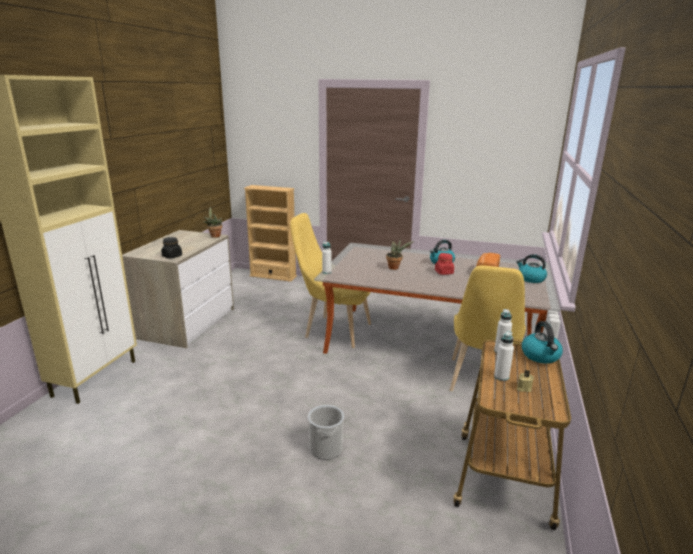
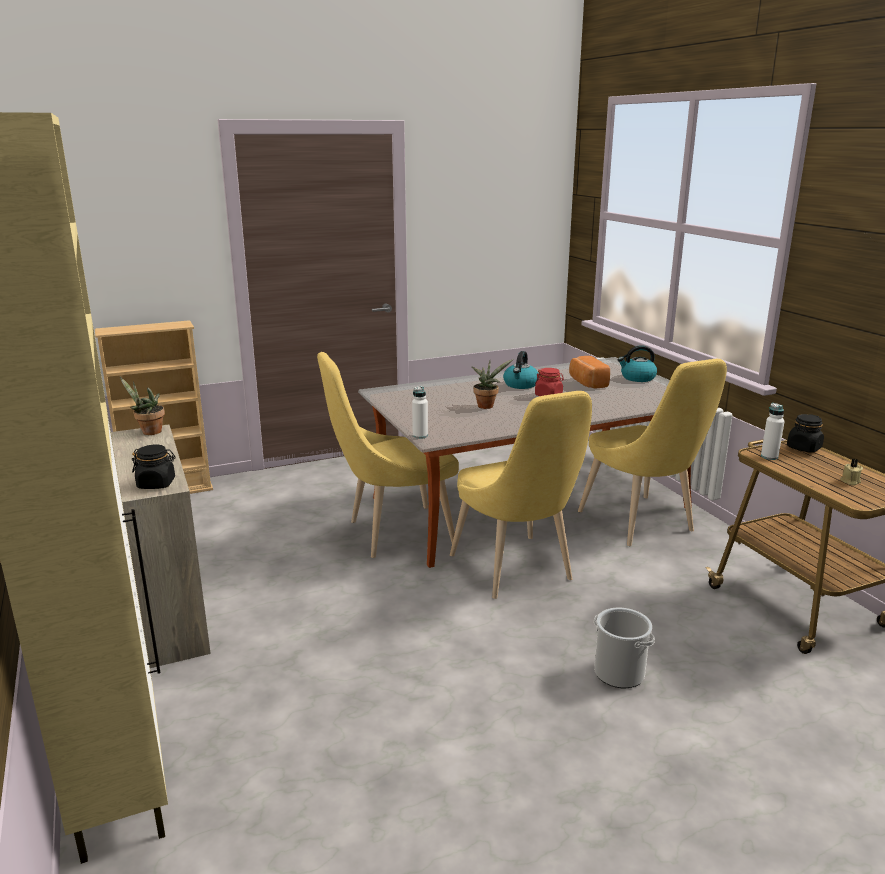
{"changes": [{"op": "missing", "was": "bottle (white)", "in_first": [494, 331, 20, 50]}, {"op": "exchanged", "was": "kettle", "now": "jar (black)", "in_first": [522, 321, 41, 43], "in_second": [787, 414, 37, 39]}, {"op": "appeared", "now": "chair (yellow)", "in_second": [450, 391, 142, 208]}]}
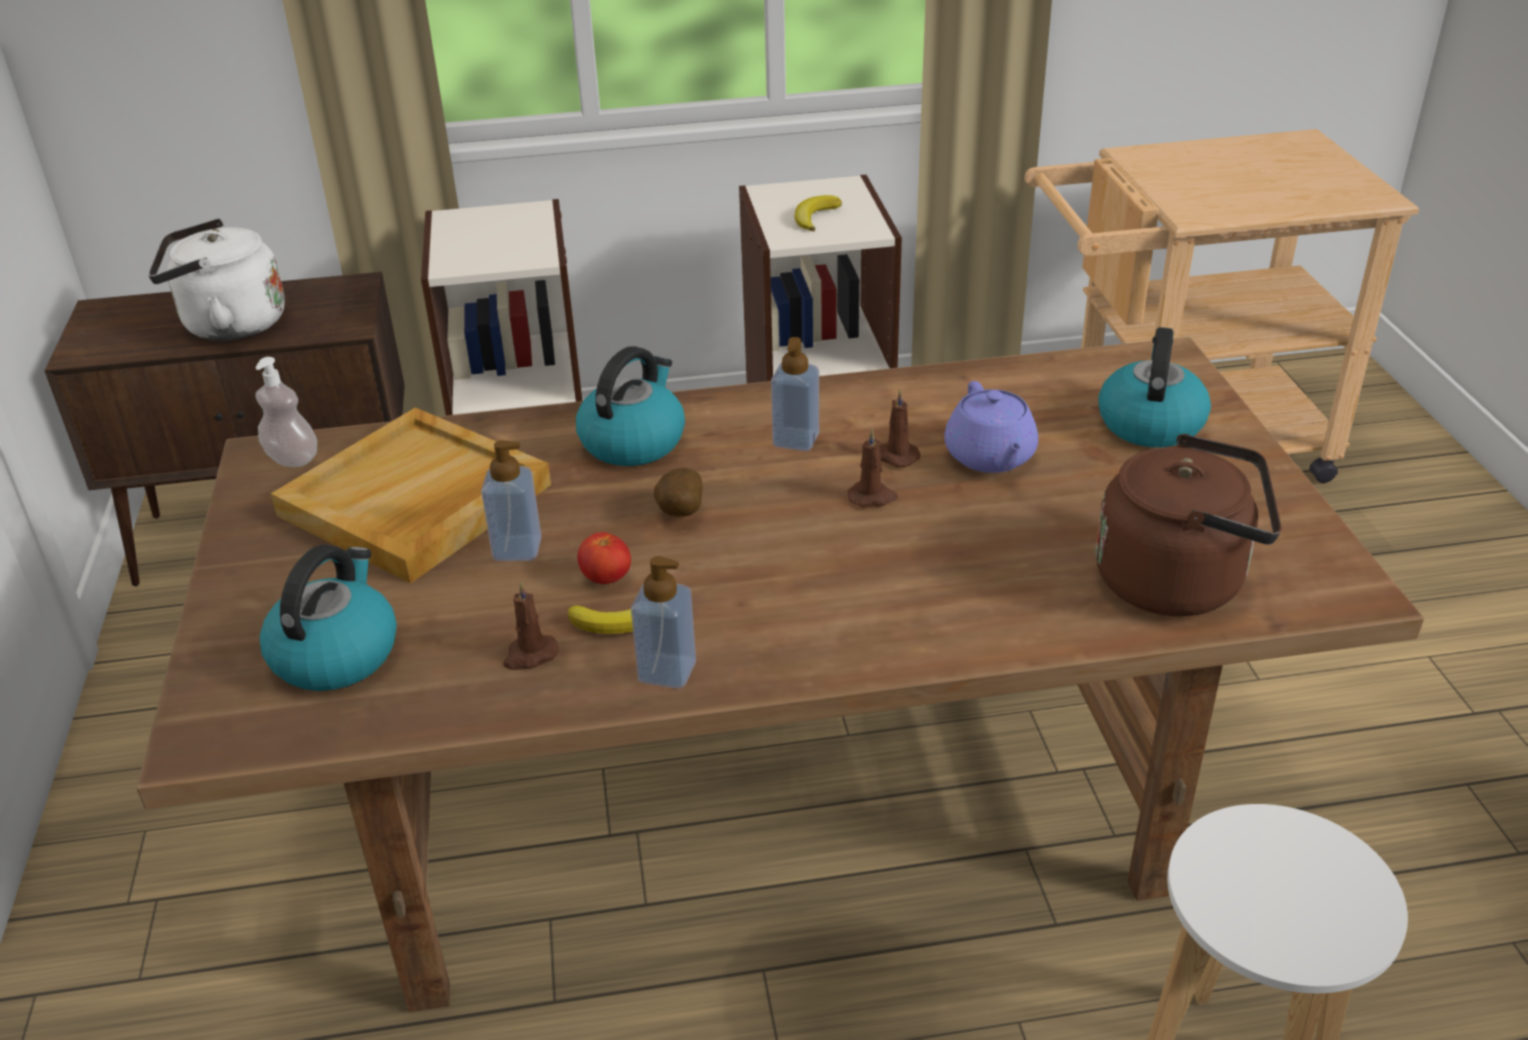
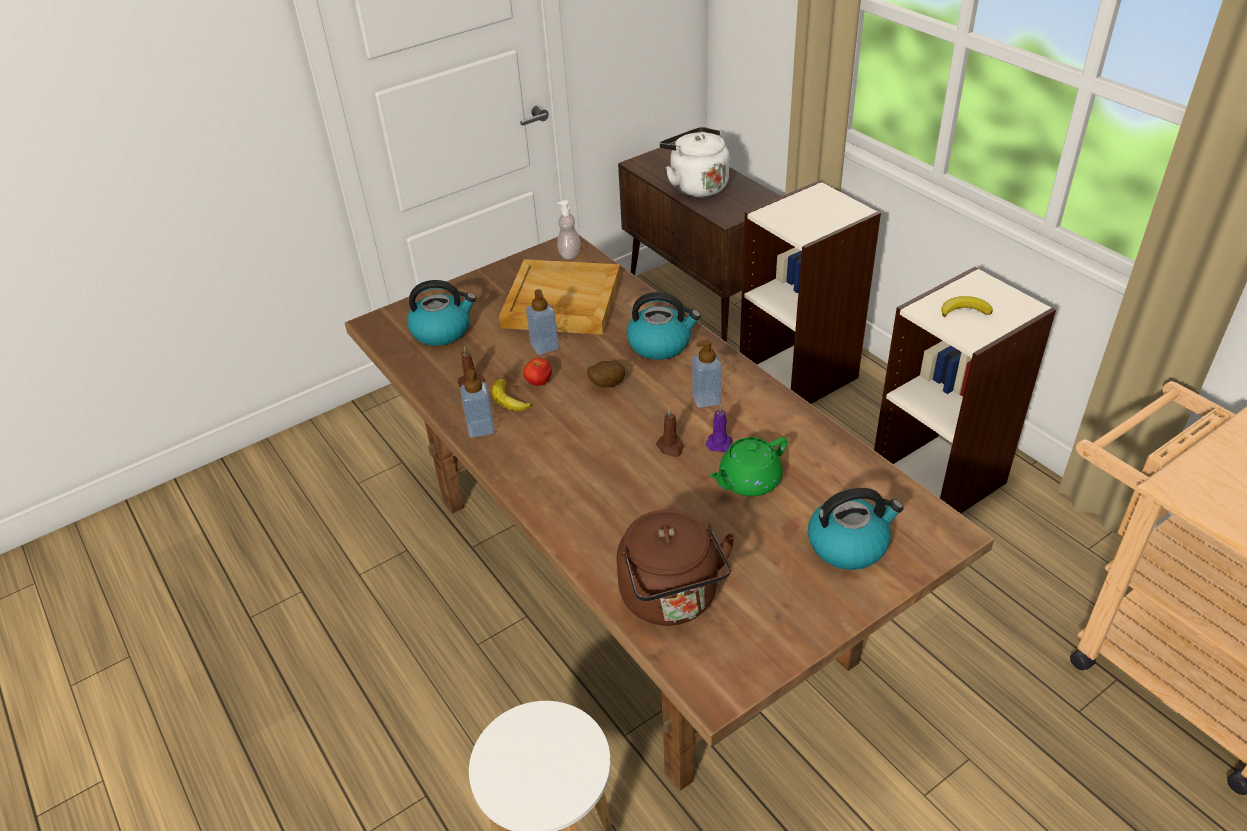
{"changes": [{"op": "colour", "was": "candle (brown)", "now": "candle (purple)", "in_first": [880, 390, 40, 77], "in_second": [706, 405, 26, 47]}, {"op": "colour", "was": "teapot (purple)", "now": "teapot (green)", "in_first": [944, 381, 94, 92], "in_second": [709, 437, 79, 59]}]}
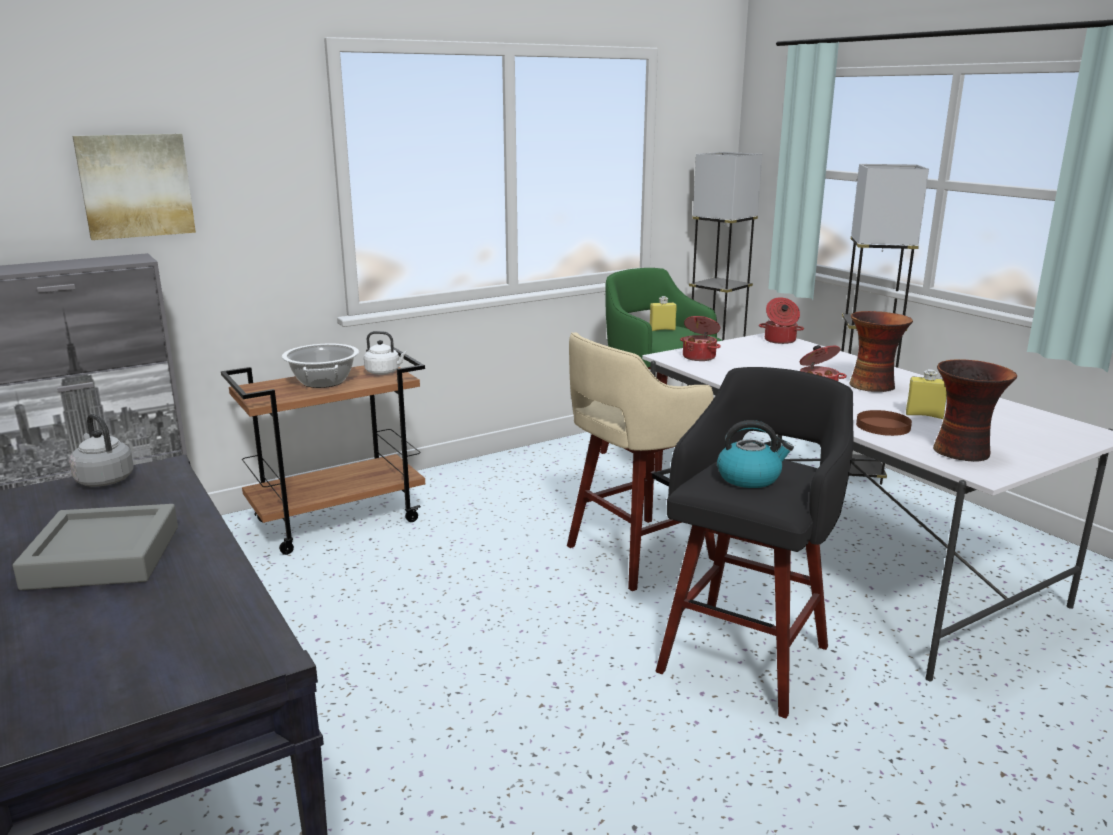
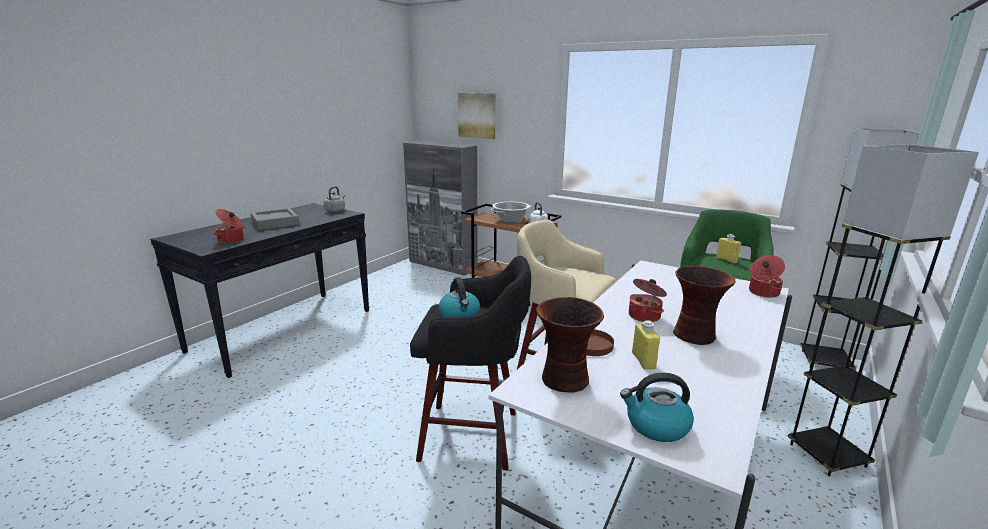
{"changes": [{"op": "relocated", "was": "cooking pot", "in_first": [680, 316, 41, 45], "in_second": [213, 209, 32, 34]}, {"op": "appeared", "now": "kettle", "in_second": [620, 373, 74, 69]}]}
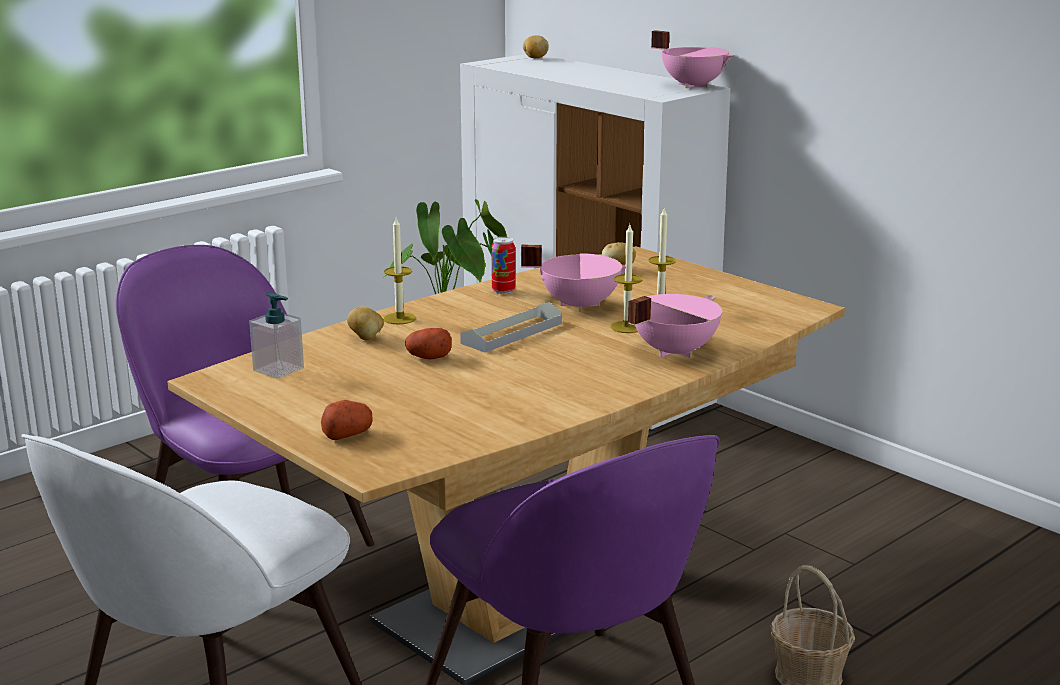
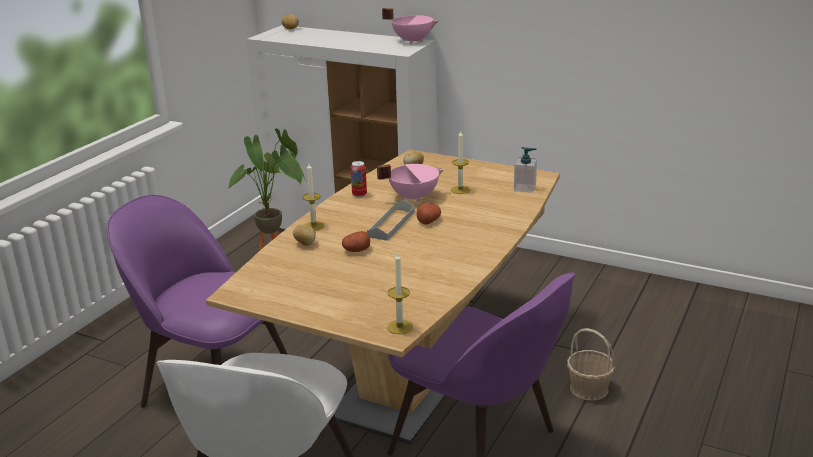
{"changes": [{"op": "relocated", "was": "soap dispenser", "in_first": [249, 292, 55, 87], "in_second": [514, 147, 23, 46]}, {"op": "relocated", "was": "potato", "in_first": [321, 400, 52, 40], "in_second": [417, 203, 24, 22]}, {"op": "relocated", "was": "candle", "in_first": [611, 225, 32, 108], "in_second": [387, 252, 26, 82]}, {"op": "missing", "was": "cooking pot (pink)", "in_first": [628, 294, 94, 64]}]}
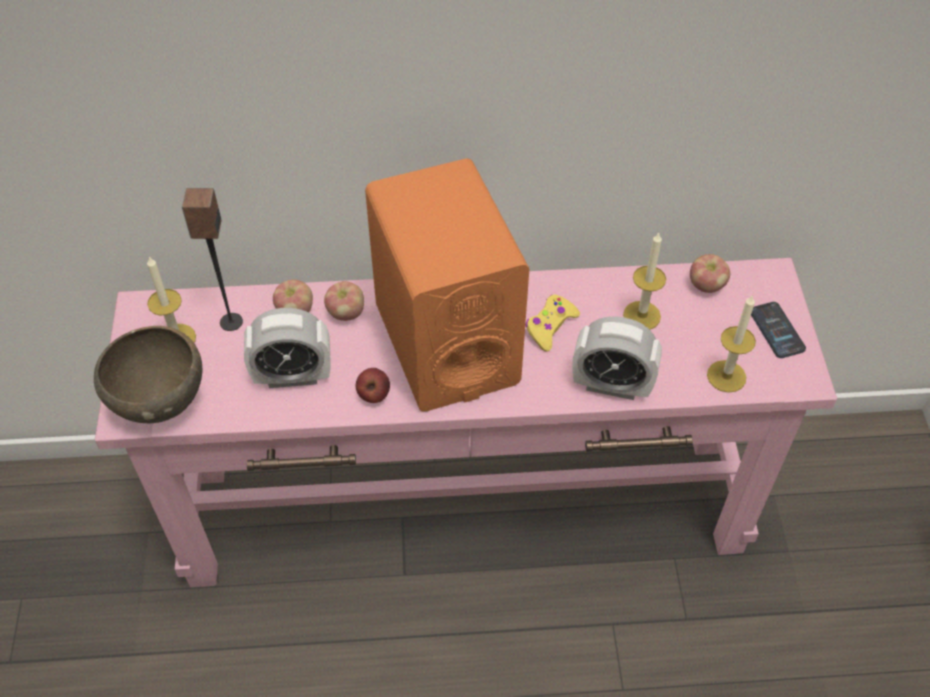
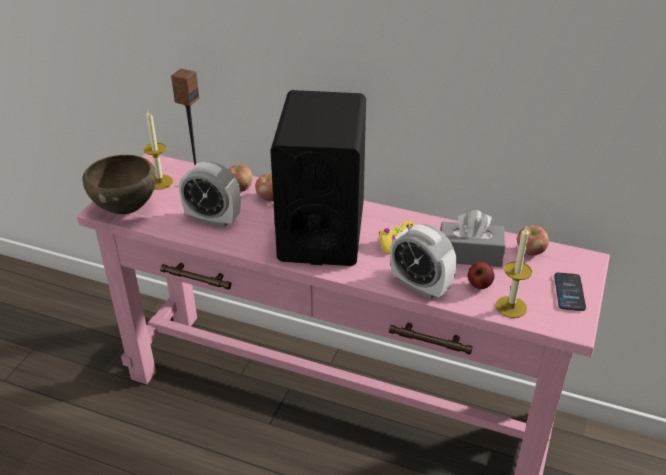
{"changes": [{"op": "relocated", "was": "apple", "in_first": [356, 368, 34, 35], "in_second": [468, 262, 27, 27]}, {"op": "colour", "was": "speaker (orange)", "now": "speaker (black)", "in_first": [365, 158, 165, 254], "in_second": [270, 90, 96, 176]}, {"op": "exchanged", "was": "candle", "now": "tissue box (grey)", "in_first": [623, 233, 43, 96], "in_second": [440, 210, 65, 57]}]}
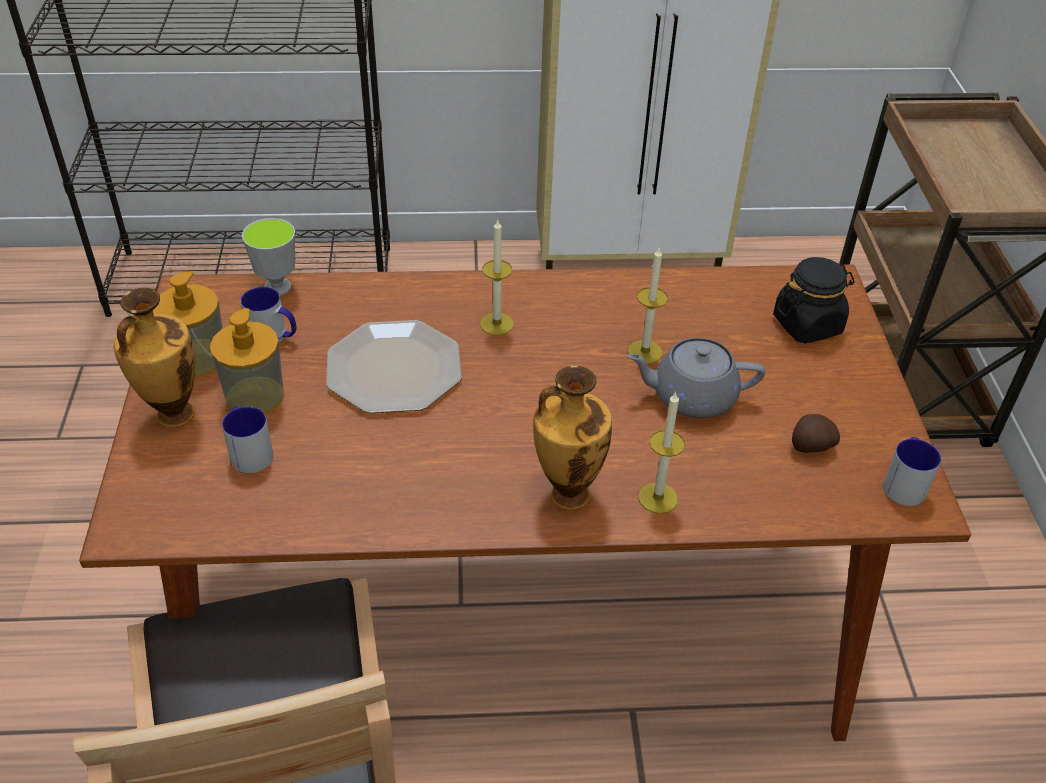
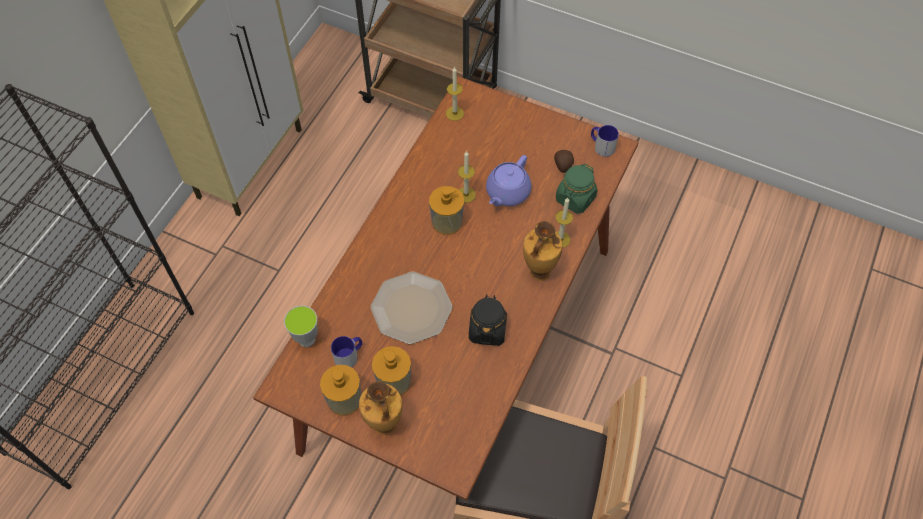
{"changes": [{"op": "missing", "was": "mug", "in_first": [222, 406, 51, 67]}, {"op": "relocated", "was": "candle", "in_first": [480, 220, 34, 115], "in_second": [446, 67, 18, 54]}, {"op": "colour", "was": "teapot (grey)", "now": "teapot (purple)", "in_first": [627, 338, 138, 80], "in_second": [486, 155, 45, 51]}, {"op": "relocated", "was": "jar (black)", "in_first": [773, 257, 82, 86], "in_second": [469, 294, 38, 52]}, {"op": "appeared", "now": "soap dispenser", "in_second": [429, 186, 35, 49]}, {"op": "appeared", "now": "jar (green)", "in_second": [556, 164, 41, 50]}]}
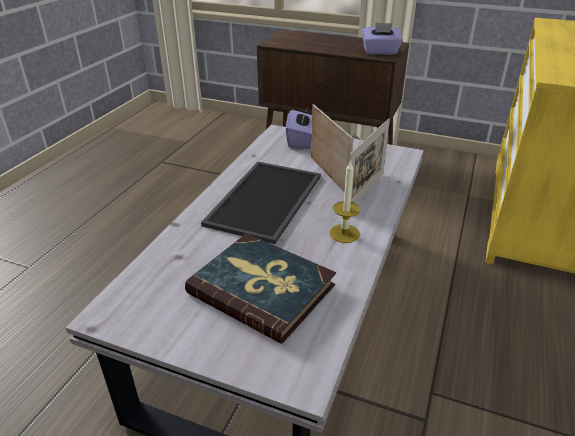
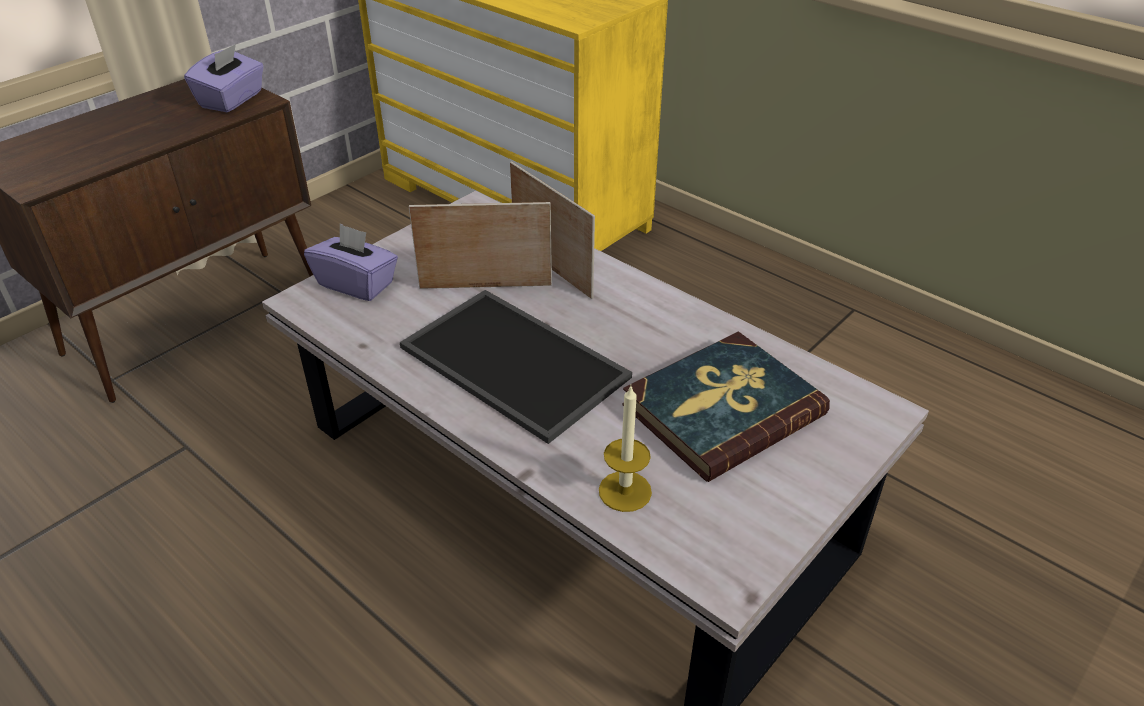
{"changes": [{"op": "relocated", "was": "candle", "in_first": [329, 160, 31, 83], "in_second": [599, 386, 53, 126]}]}
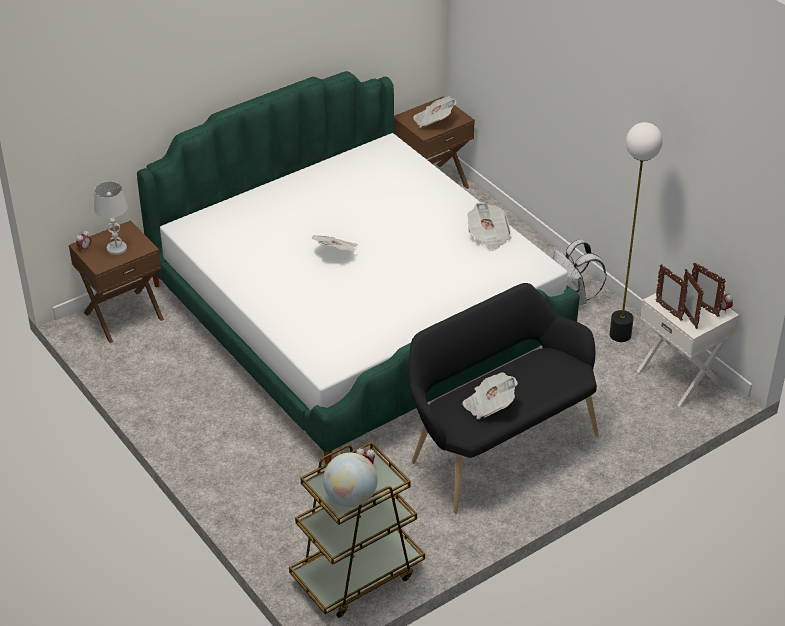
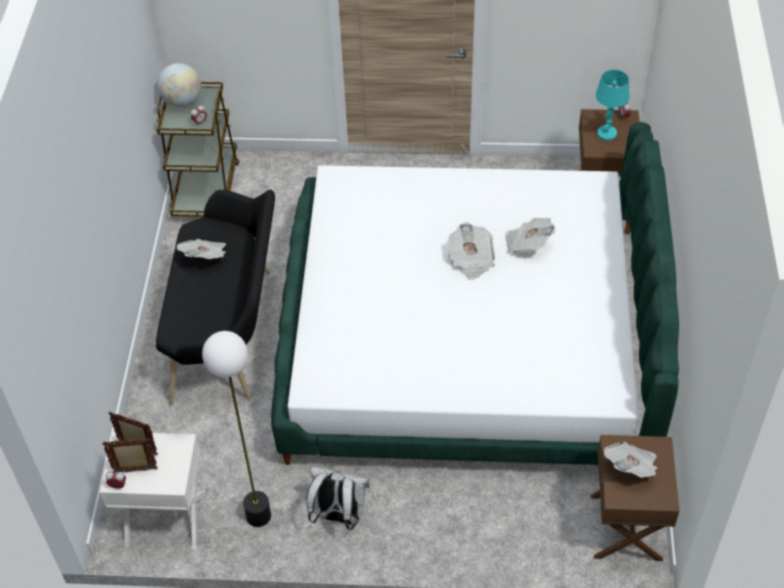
{"changes": [{"op": "colour", "was": "table lamp (white)", "now": "table lamp (turquoise)", "in_first": [94, 182, 34, 73], "in_second": [596, 70, 33, 71]}, {"op": "relocated", "was": "newspaper", "in_first": [467, 202, 44, 49], "in_second": [505, 218, 50, 35]}, {"op": "missing", "was": "picture frame", "in_first": [655, 264, 33, 57]}]}
